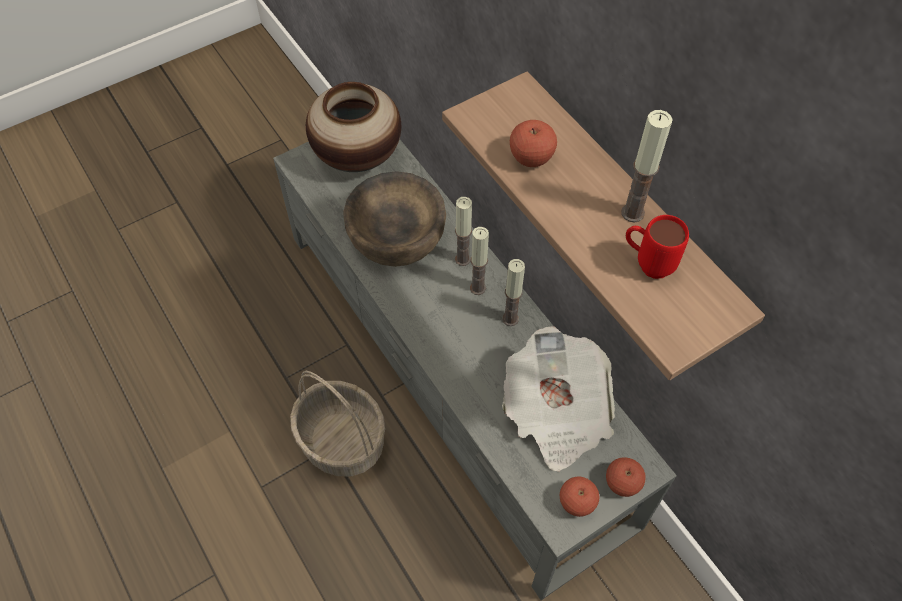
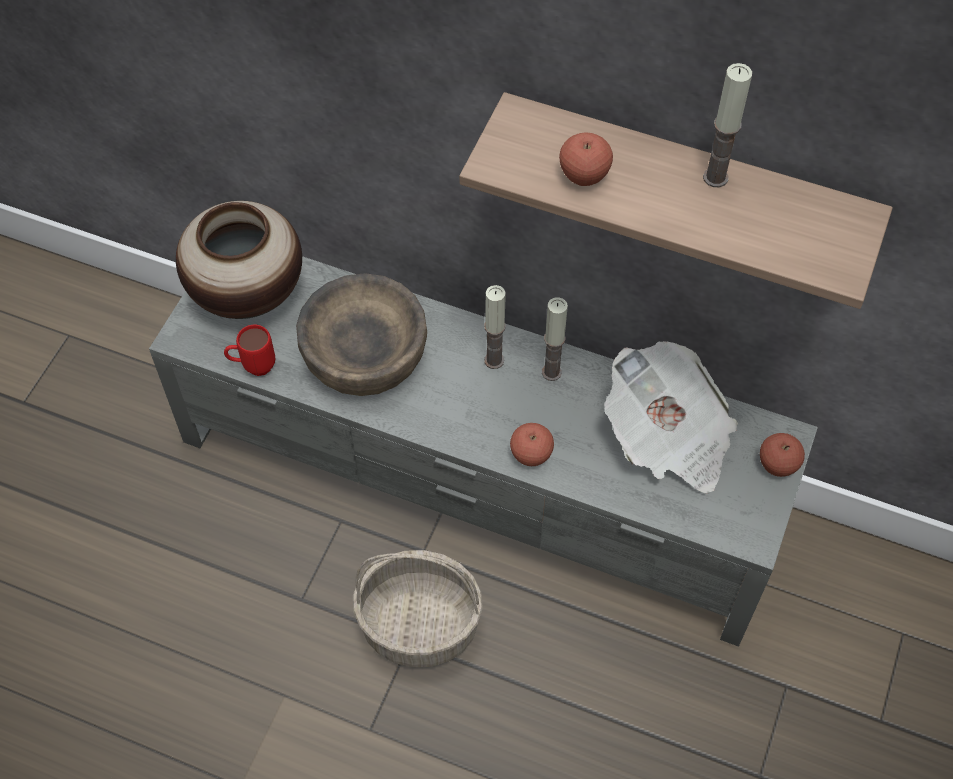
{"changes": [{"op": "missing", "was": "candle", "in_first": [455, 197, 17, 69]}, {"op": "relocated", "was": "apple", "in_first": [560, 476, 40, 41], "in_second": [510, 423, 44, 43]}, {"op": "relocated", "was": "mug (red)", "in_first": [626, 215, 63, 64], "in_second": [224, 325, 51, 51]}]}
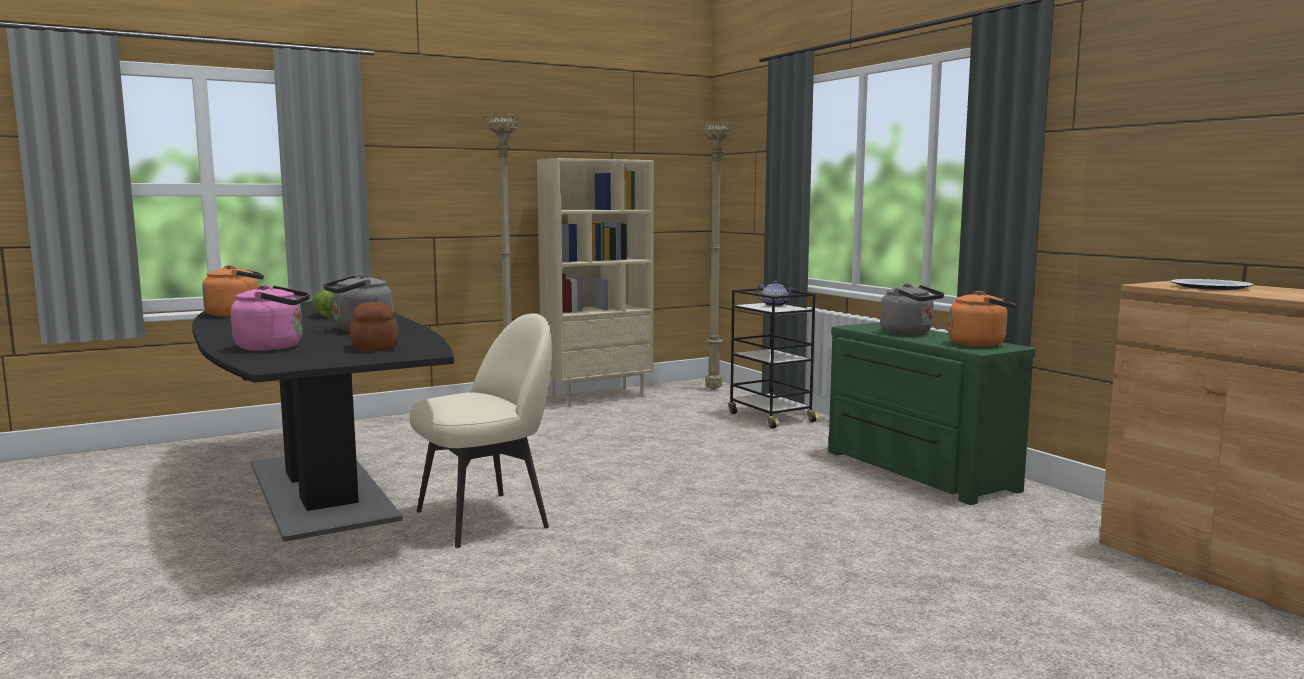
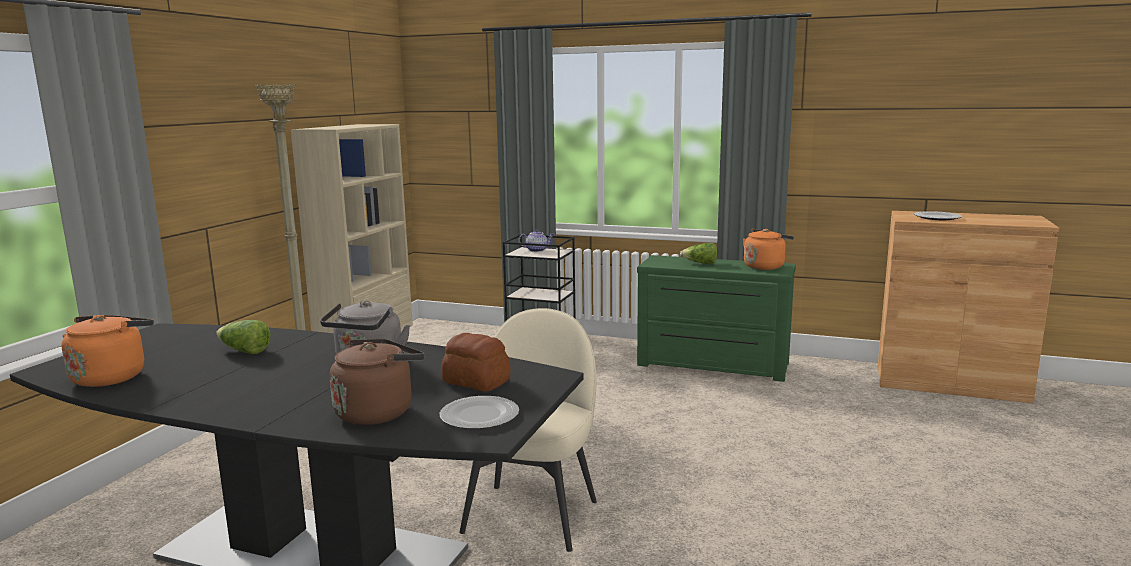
{"changes": [{"op": "colour", "was": "kettle (pink)", "now": "kettle (brown)", "in_first": [231, 285, 79, 66], "in_second": [330, 339, 94, 86]}, {"op": "missing", "was": "floor lamp (beige)", "in_first": [701, 121, 32, 268]}, {"op": "exchanged", "was": "kettle (grey)", "now": "lettuce", "in_first": [880, 283, 64, 52], "in_second": [680, 243, 37, 21]}, {"op": "appeared", "now": "plate", "in_second": [439, 396, 80, 33]}]}
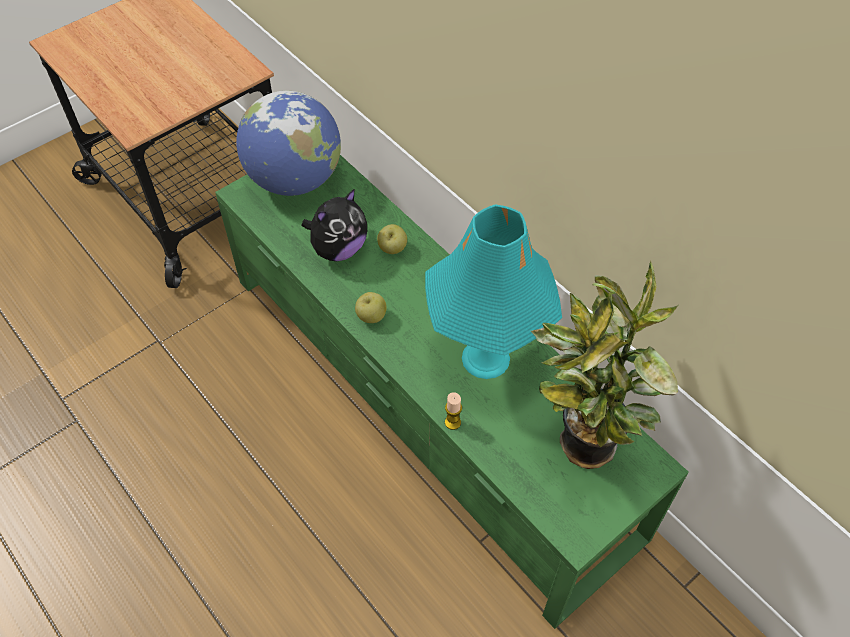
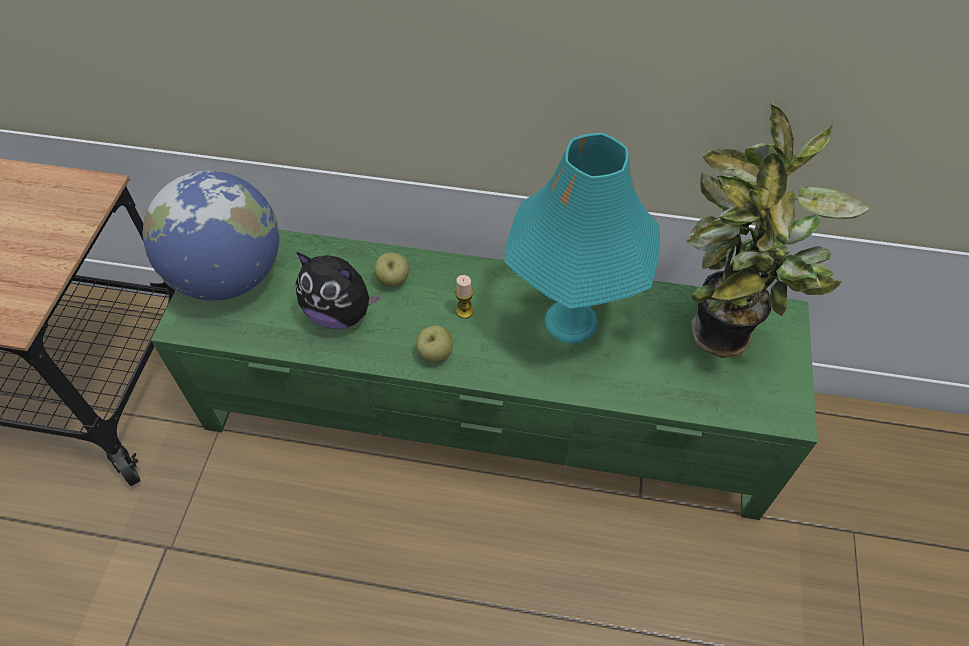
{"changes": [{"op": "spun", "was": "plush toy", "in_first": [302, 189, 65, 72], "in_second": [296, 252, 86, 77], "clockwise": 105}, {"op": "relocated", "was": "candle", "in_first": [445, 392, 17, 38], "in_second": [455, 275, 18, 44]}]}
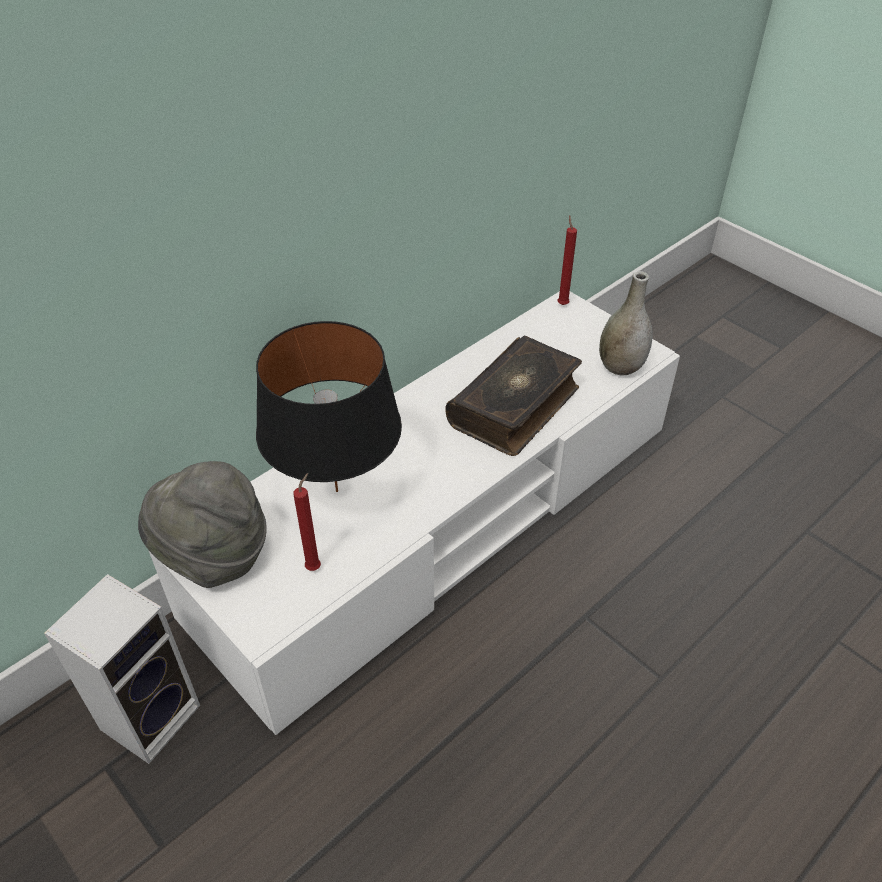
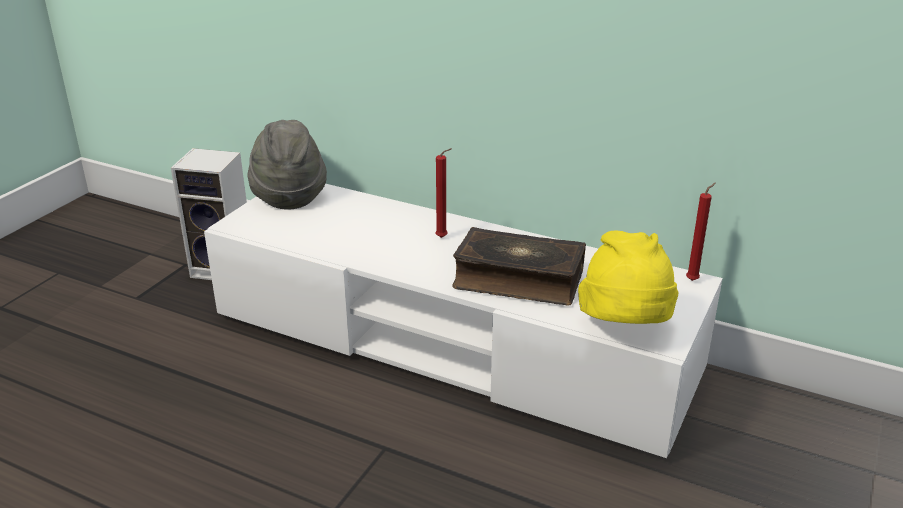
{"changes": [{"op": "missing", "was": "table lamp (black)", "in_first": [256, 321, 146, 171]}, {"op": "relocated", "was": "candle (red)", "in_first": [293, 473, 28, 98], "in_second": [435, 148, 17, 90]}, {"op": "exchanged", "was": "vase (grey)", "now": "hat (yellow)", "in_first": [599, 271, 54, 105], "in_second": [578, 230, 100, 94]}]}
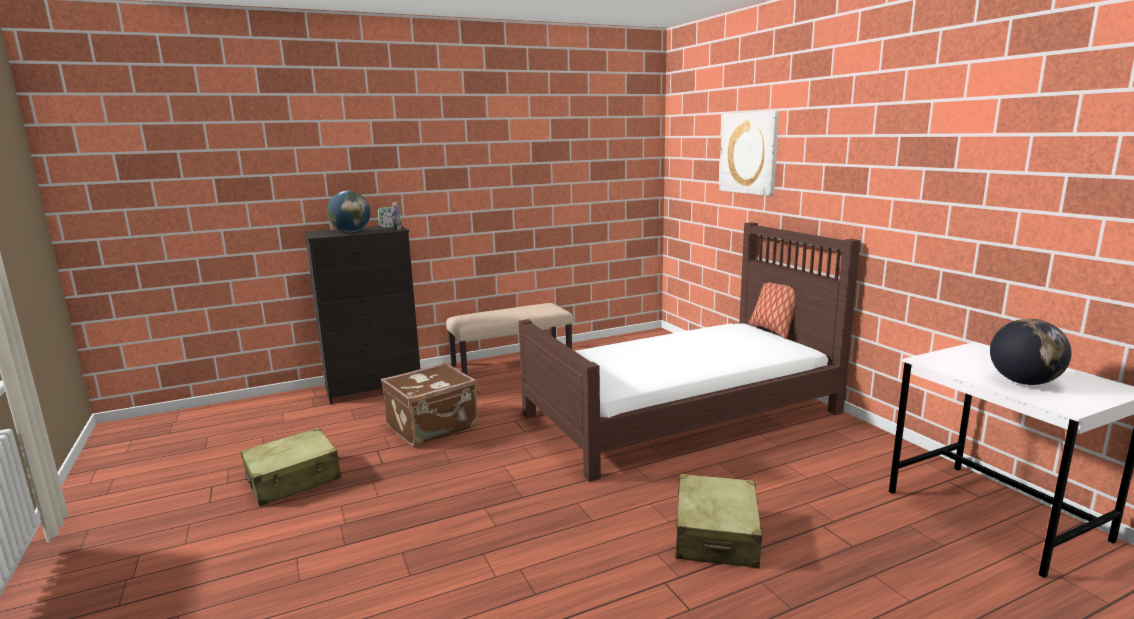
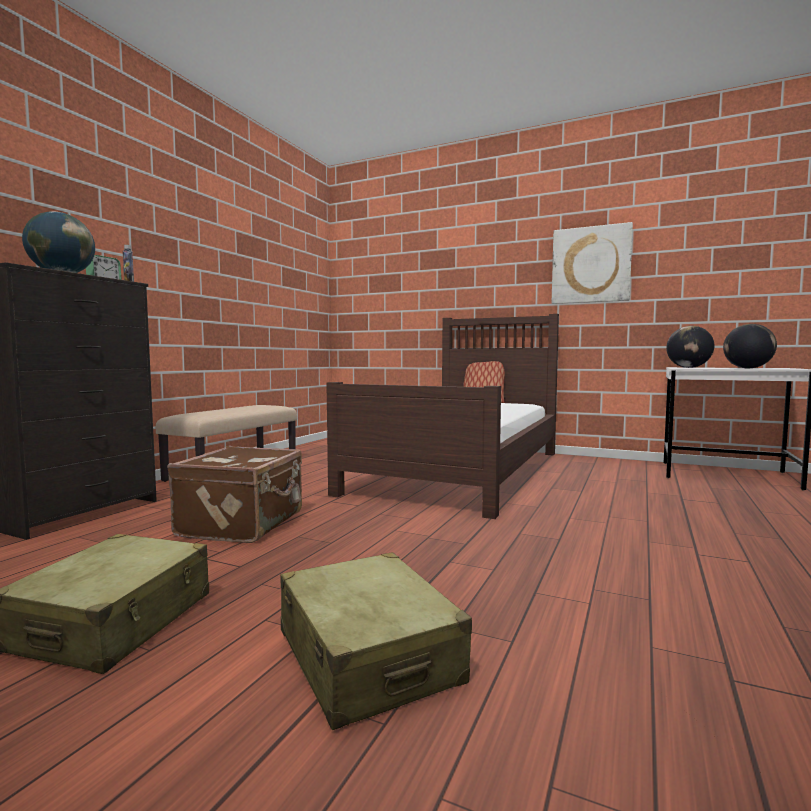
{"changes": [{"op": "relocated", "was": "suitcase (beige)", "in_first": [675, 474, 89, 95], "in_second": [280, 552, 192, 178]}, {"op": "relocated", "was": "picture", "in_first": [719, 111, 60, 85], "in_second": [552, 222, 81, 82]}, {"op": "appeared", "now": "globe", "in_second": [666, 326, 48, 42]}]}
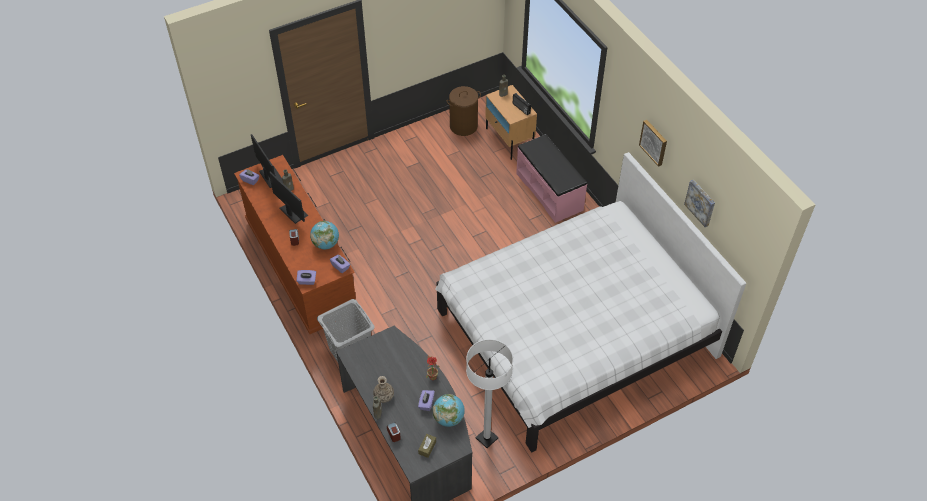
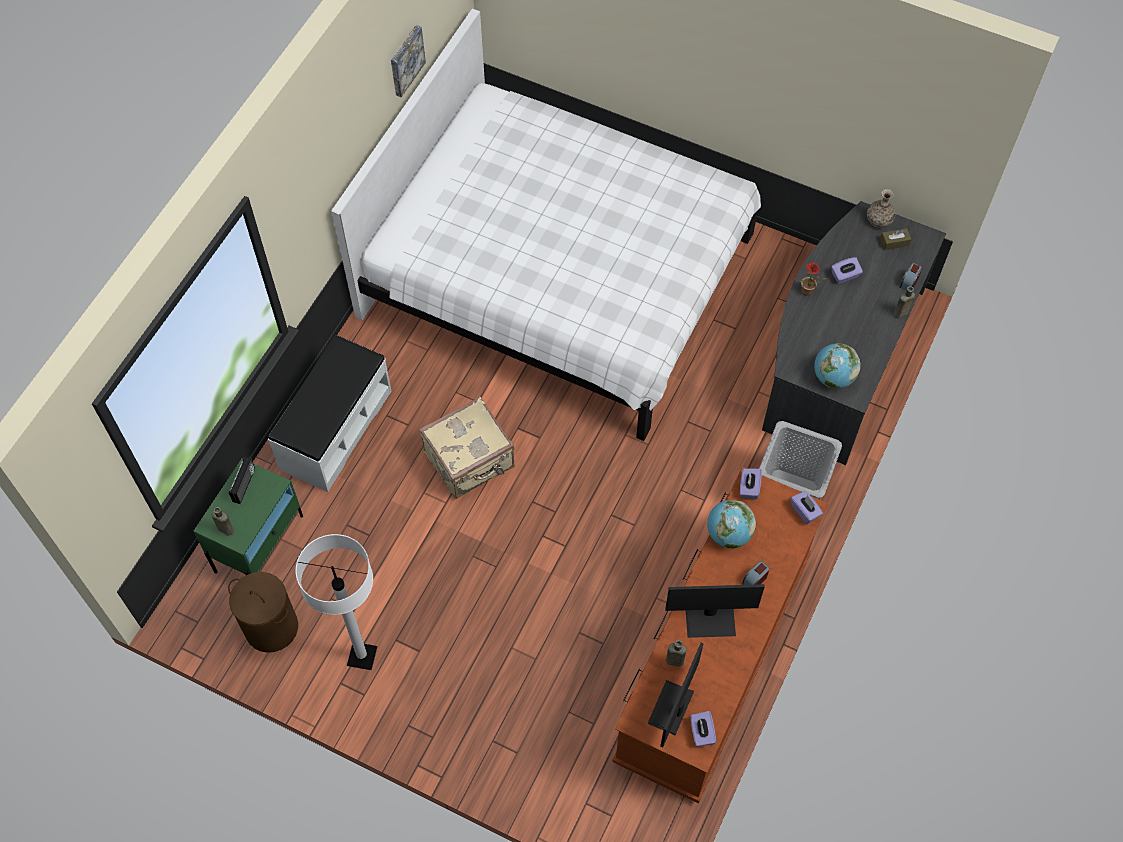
{"changes": [{"op": "spun", "was": "monitor", "in_first": [269, 171, 39, 53], "in_second": [665, 584, 100, 54], "clockwise": -105}, {"op": "relocated", "was": "vase", "in_first": [373, 376, 21, 27], "in_second": [867, 189, 28, 39]}, {"op": "relocated", "was": "globe", "in_first": [433, 394, 32, 33], "in_second": [814, 343, 47, 46]}, {"op": "relocated", "was": "floor lamp (white)", "in_first": [466, 339, 47, 109], "in_second": [296, 534, 81, 136]}, {"op": "colour", "was": "nightstand (beige)", "now": "nightstand (green)", "in_first": [485, 85, 52, 75], "in_second": [193, 458, 110, 117]}, {"op": "colour", "was": "bench (pink)", "now": "bench (white)", "in_first": [516, 134, 71, 89], "in_second": [268, 335, 124, 157]}, {"op": "missing", "was": "picture", "in_first": [639, 120, 28, 47]}, {"op": "appeared", "now": "suitcase (beige)", "in_second": [419, 397, 96, 102]}]}
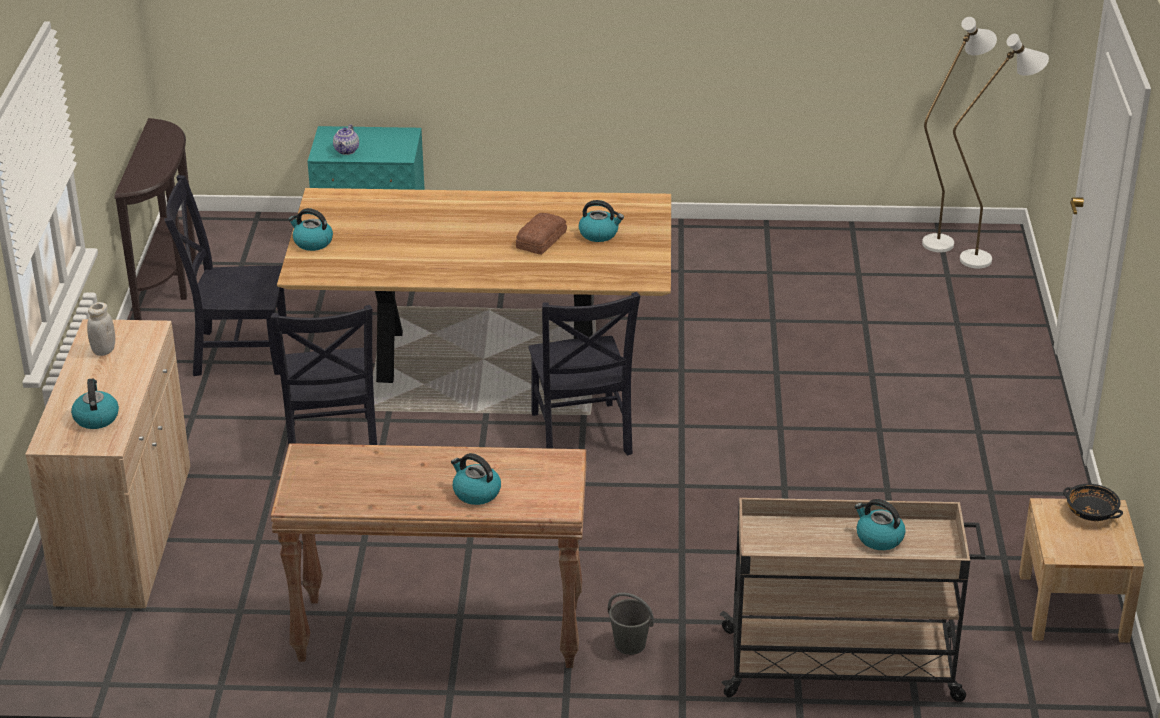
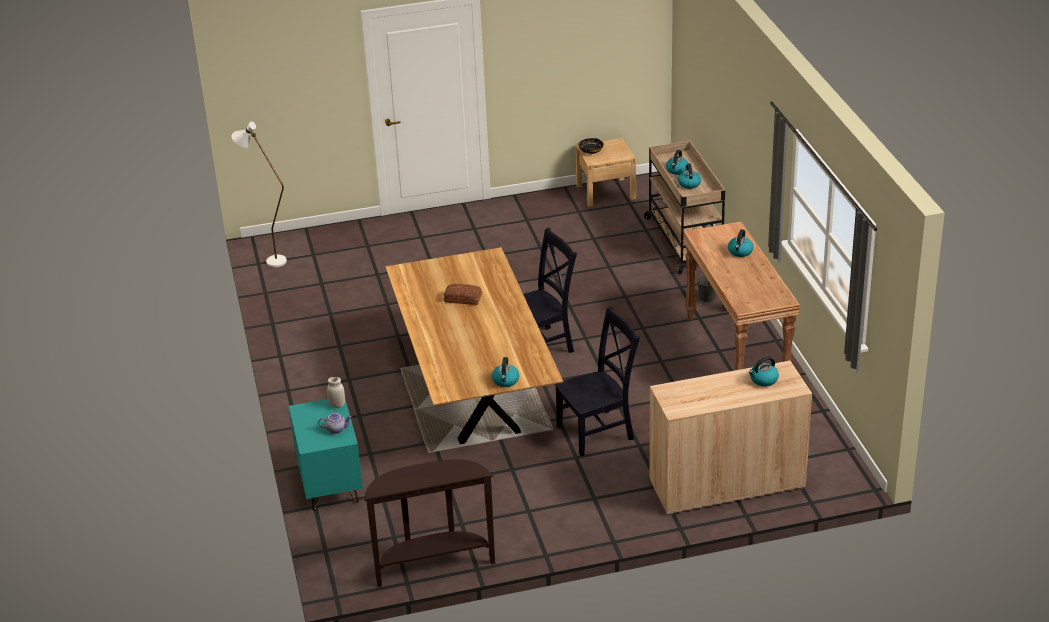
{"changes": [{"op": "relocated", "was": "jar (white)", "in_first": [87, 302, 28, 54], "in_second": [327, 377, 18, 31]}, {"op": "missing", "was": "chair (black)", "in_first": [164, 175, 123, 201]}, {"op": "relocated", "was": "kettle", "in_first": [579, 200, 45, 42], "in_second": [678, 164, 23, 25]}, {"op": "missing", "was": "floor lamp (white)", "in_first": [953, 34, 96, 235]}]}
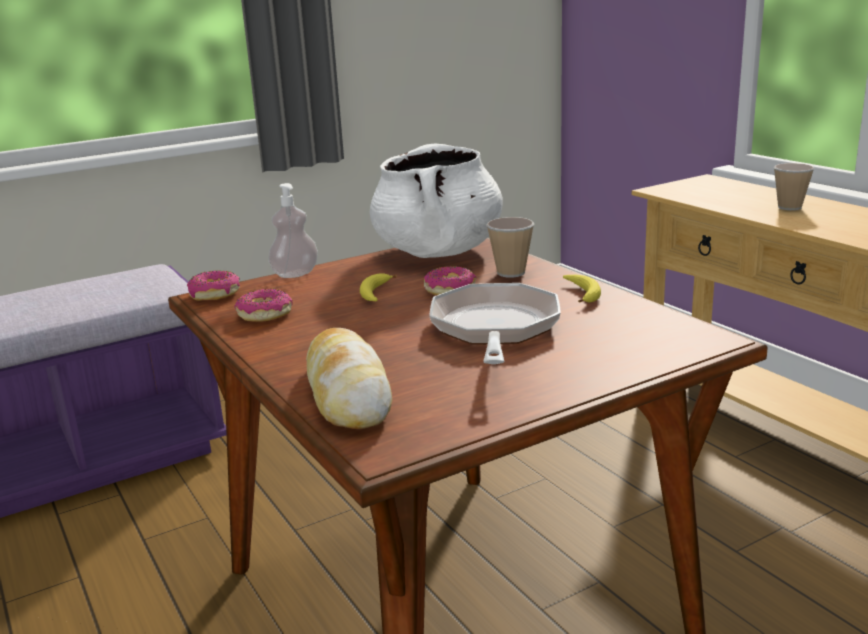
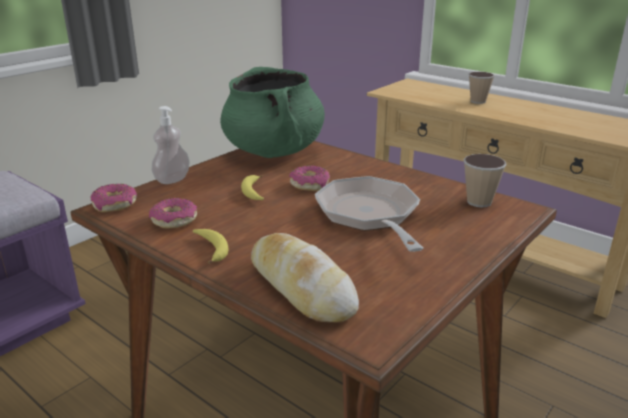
{"changes": [{"op": "colour", "was": "cooking pot (white)", "now": "cooking pot (green)", "in_first": [369, 143, 134, 115], "in_second": [220, 67, 105, 91]}, {"op": "relocated", "was": "cup", "in_first": [487, 217, 47, 61], "in_second": [463, 154, 44, 53]}, {"op": "relocated", "was": "banana", "in_first": [563, 275, 38, 28], "in_second": [193, 229, 36, 35]}]}
